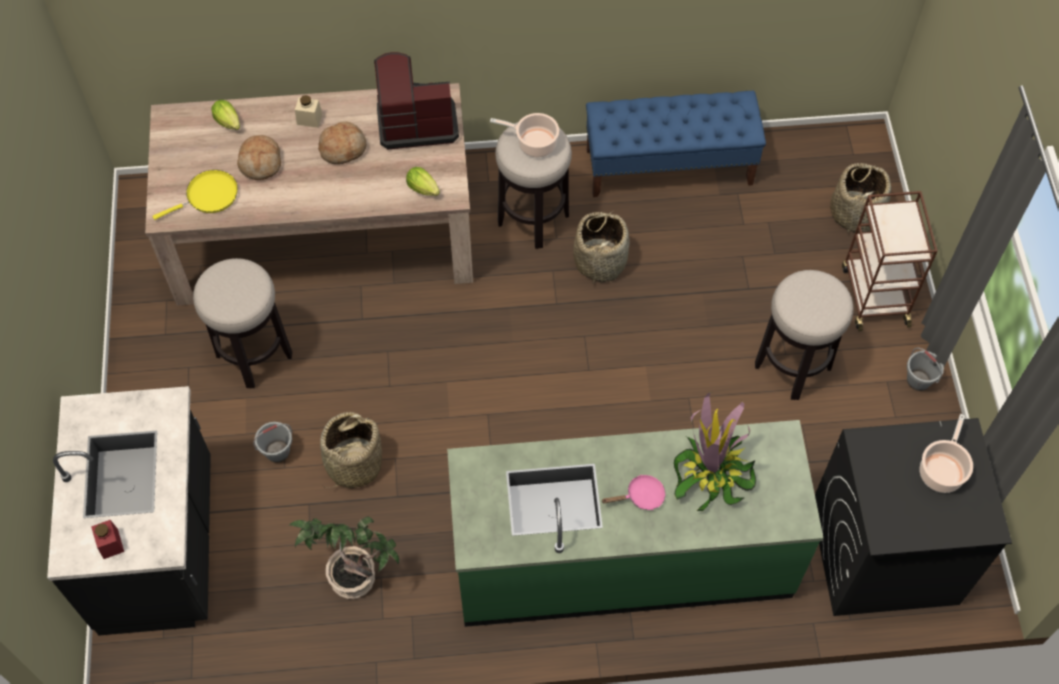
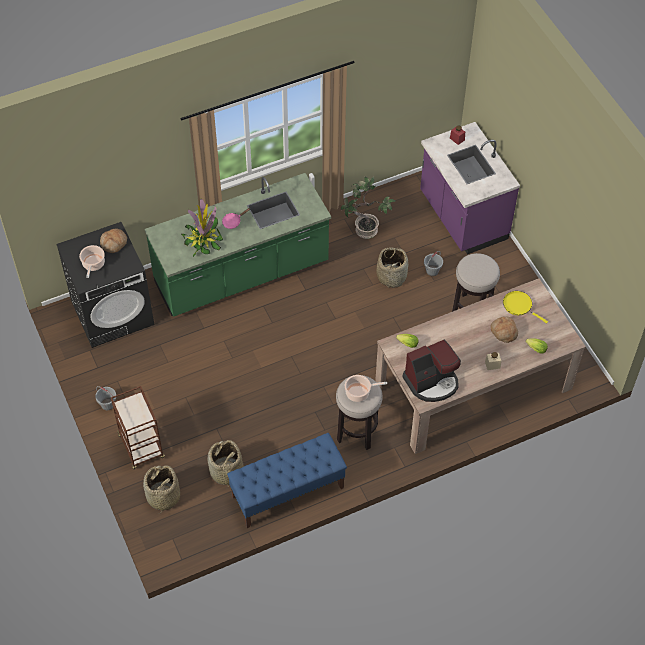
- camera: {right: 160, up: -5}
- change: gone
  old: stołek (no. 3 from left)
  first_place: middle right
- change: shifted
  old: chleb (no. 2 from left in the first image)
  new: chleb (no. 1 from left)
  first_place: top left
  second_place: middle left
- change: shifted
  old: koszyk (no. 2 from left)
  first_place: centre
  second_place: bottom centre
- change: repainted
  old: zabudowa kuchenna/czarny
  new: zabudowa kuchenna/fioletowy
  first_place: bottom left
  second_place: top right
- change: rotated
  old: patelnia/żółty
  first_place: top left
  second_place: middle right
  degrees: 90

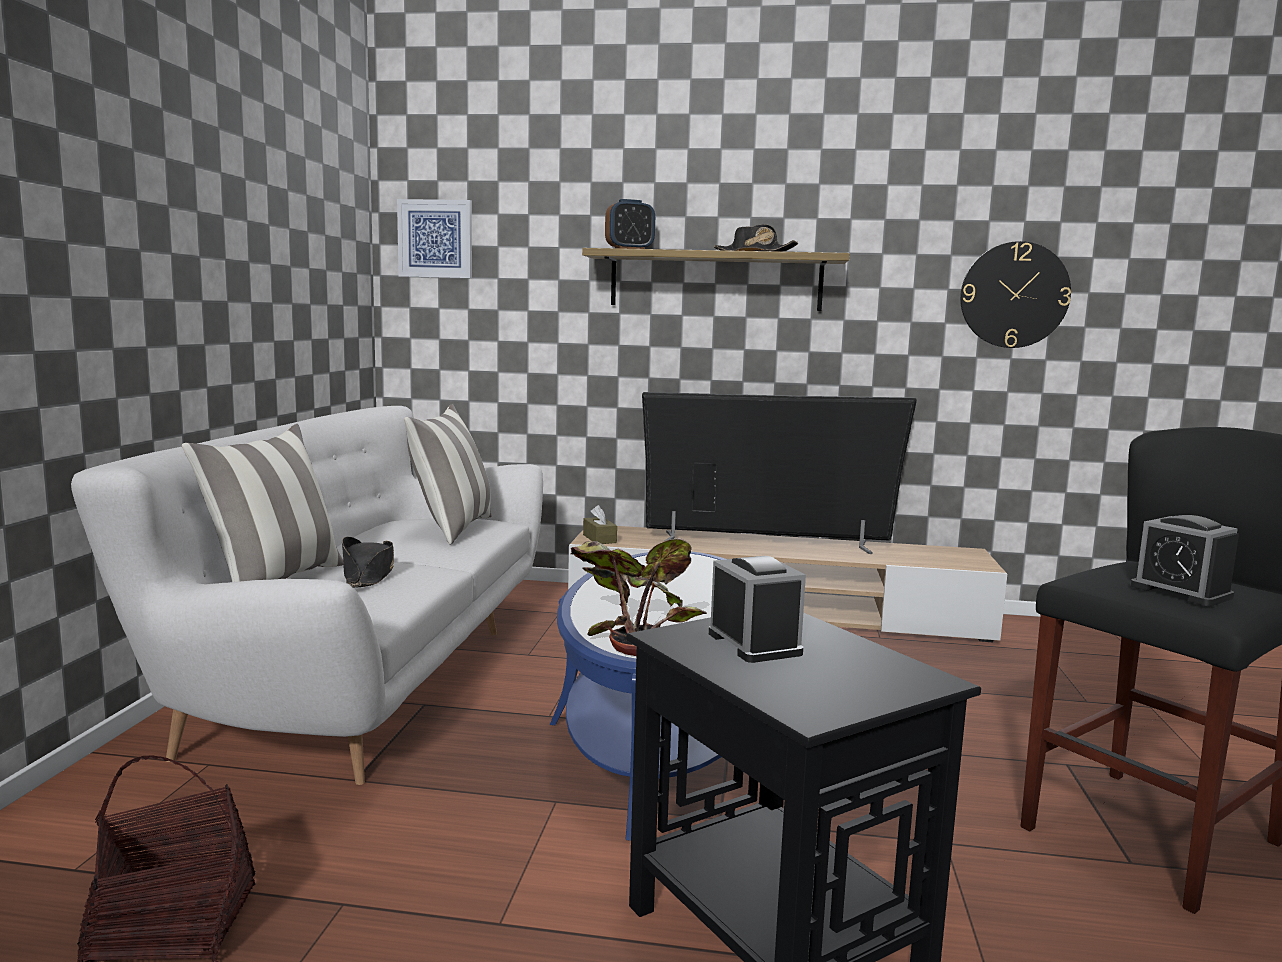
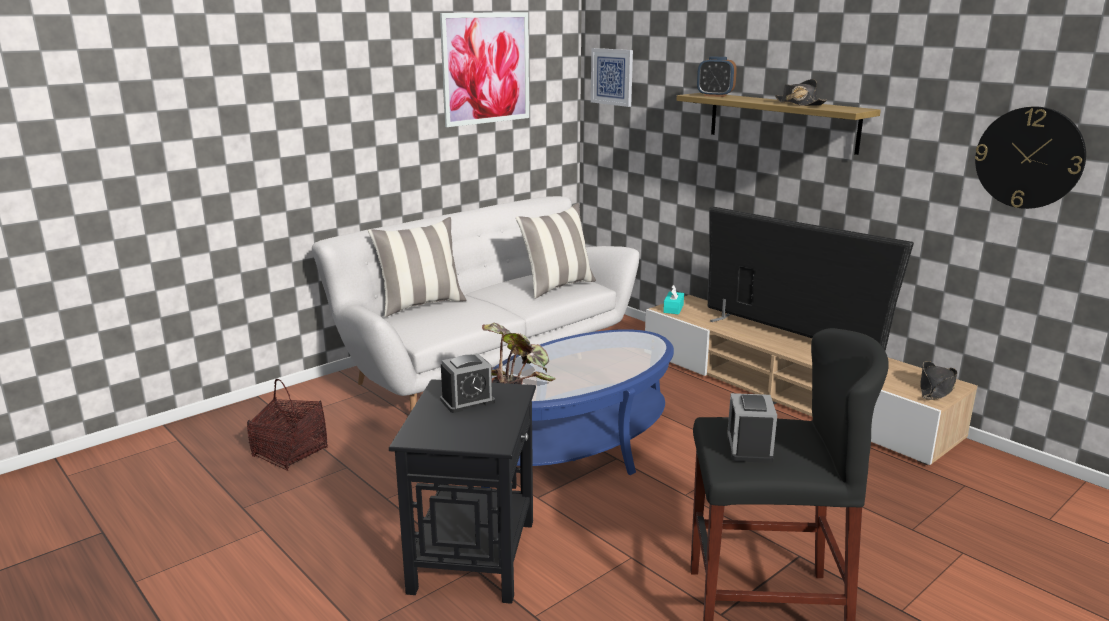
- camera: {right: 40, up: 10}
- change: new
  new: obraz (no. 1 from left)
  second_place: top centre
- change: shifted
  old: kapelusz/czarny (no. 1 from left in the first image)
  new: kapelusz/czarny (no. 2 from left)
  first_place: middle left
  second_place: middle right
- change: repainted
  old: pudełko chusteczek/brązowy
  new: pudełko chusteczek/turkusowy
  first_place: centre
  second_place: centre
- change: rotated
  old: budzik (no. 2 from left in the first image)
  first_place: centre
  second_place: centre
  degrees: 45

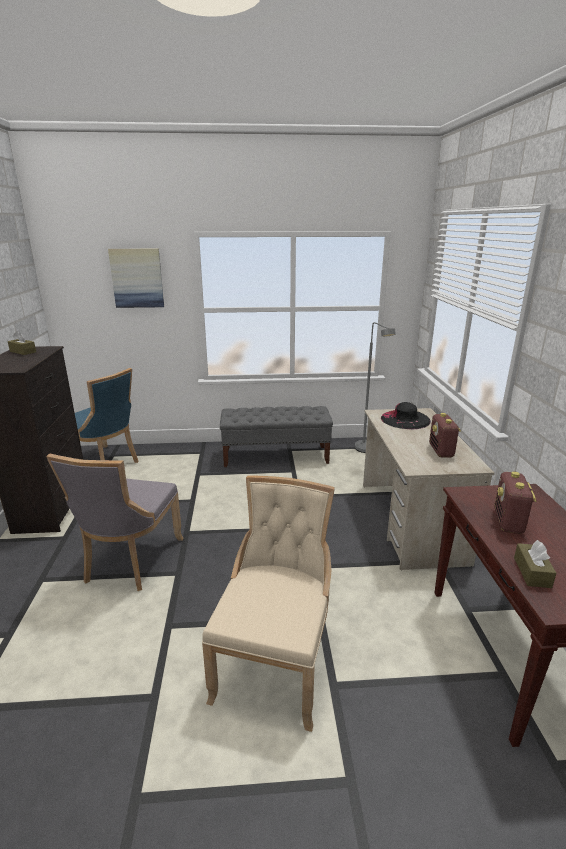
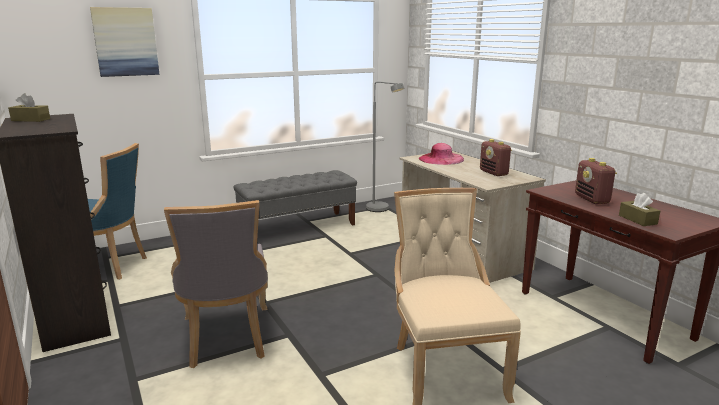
- camera: {right: -25, up: -5}
- change: repainted
  old: kapelusz/czarny
  new: kapelusz/różowy
  first_place: middle right
  second_place: centre

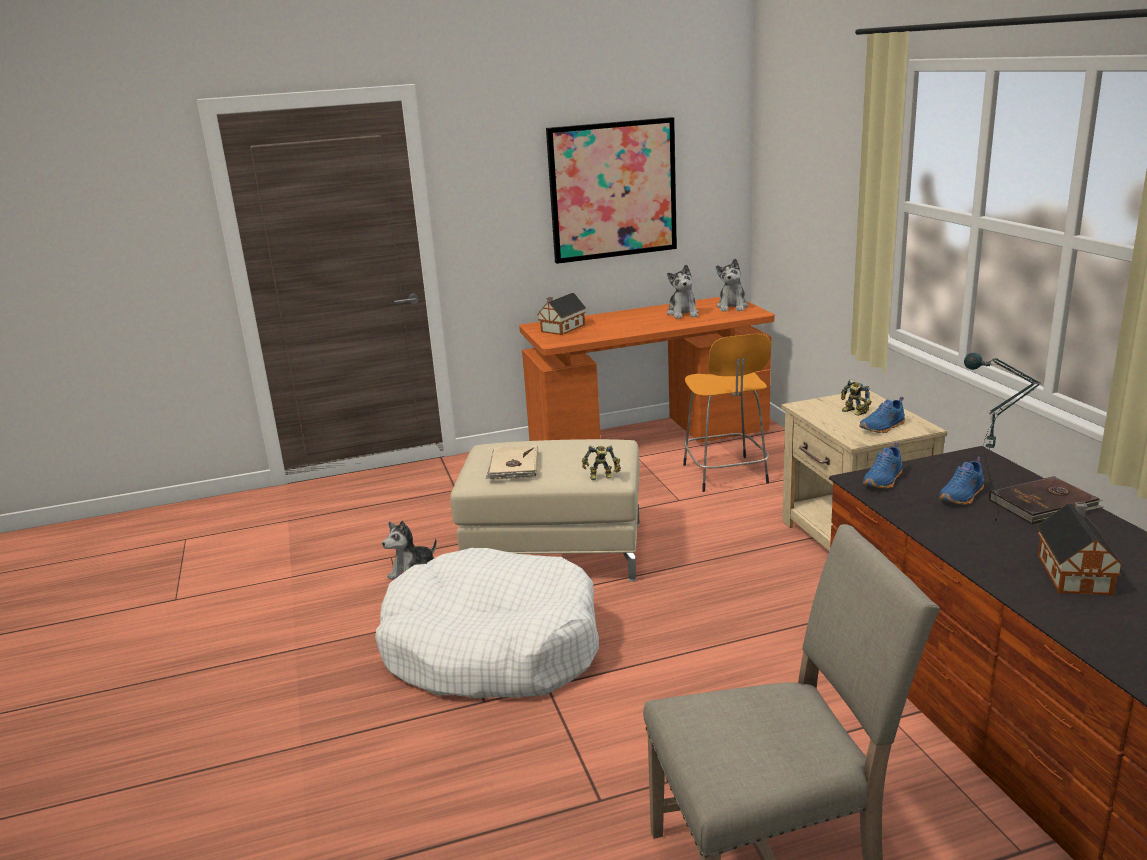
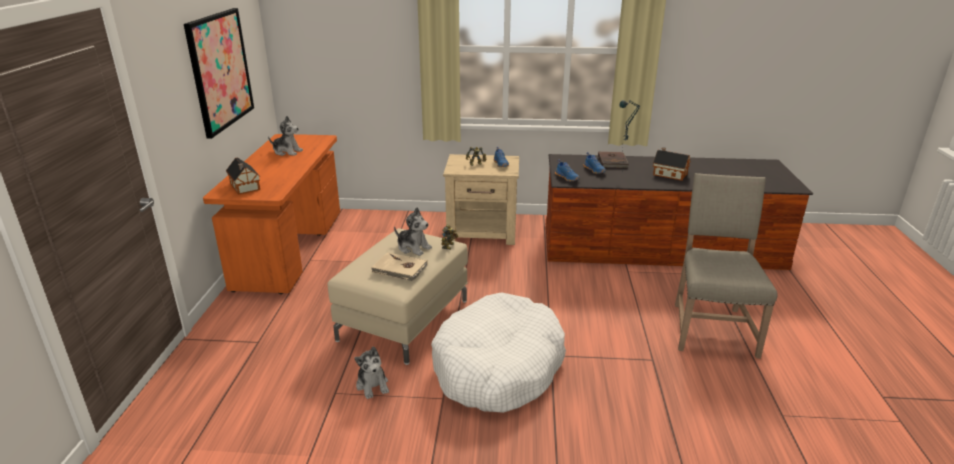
- camera: {right: -70, up: 5}
- change: gone
  old: stołek/pomarańczowy
  first_place: centre
- change: shifted
  old: pluszak (no. 3 from left)
  first_place: top centre
  second_place: centre

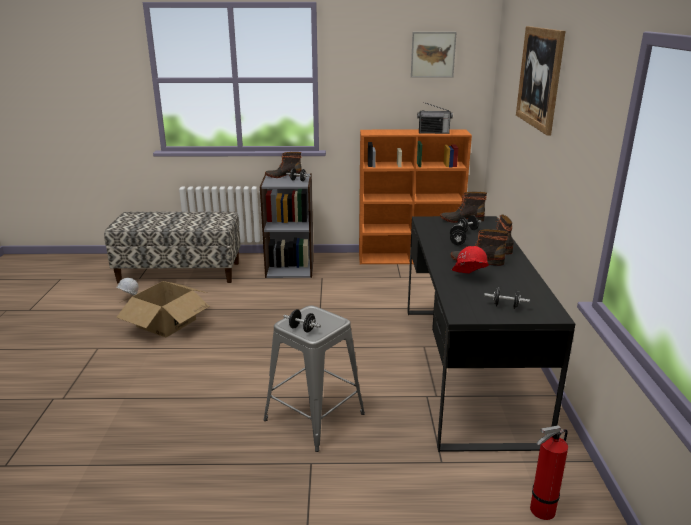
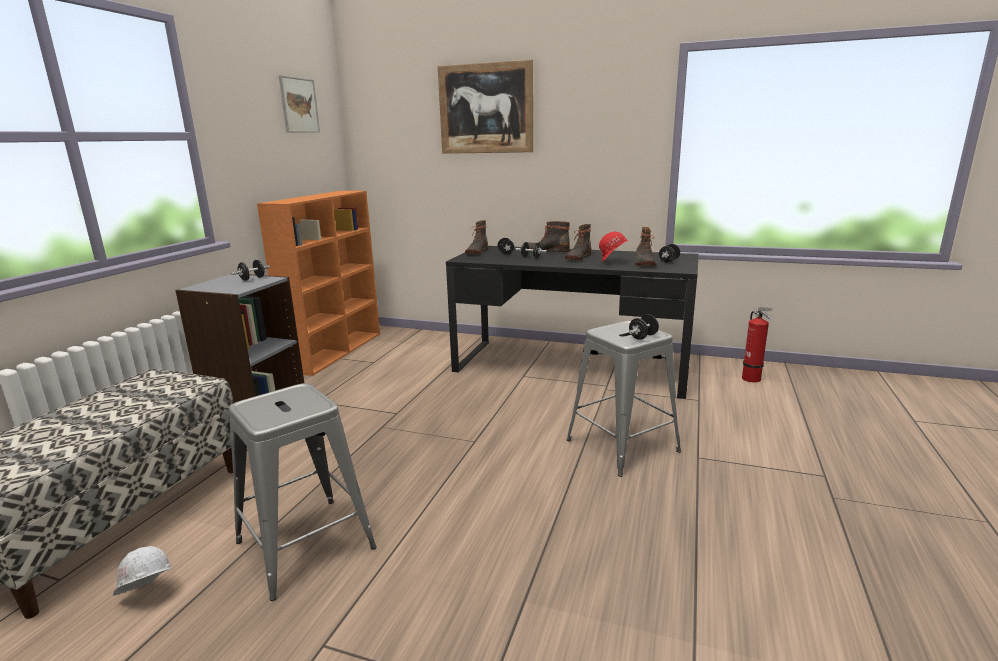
- camera: {right: -70, up: -5}
- change: gone
  old: radio
  first_place: top centre
- change: shifted
  old: but z cholewką (no. 1 from left in the first image)
  new: but z cholewką (no. 4 from left)
  first_place: top centre
  second_place: centre
- change: swapped
  old: karton
  new: stołek/szary (no. 1 from left)
  first_place: middle left
  second_place: bottom left

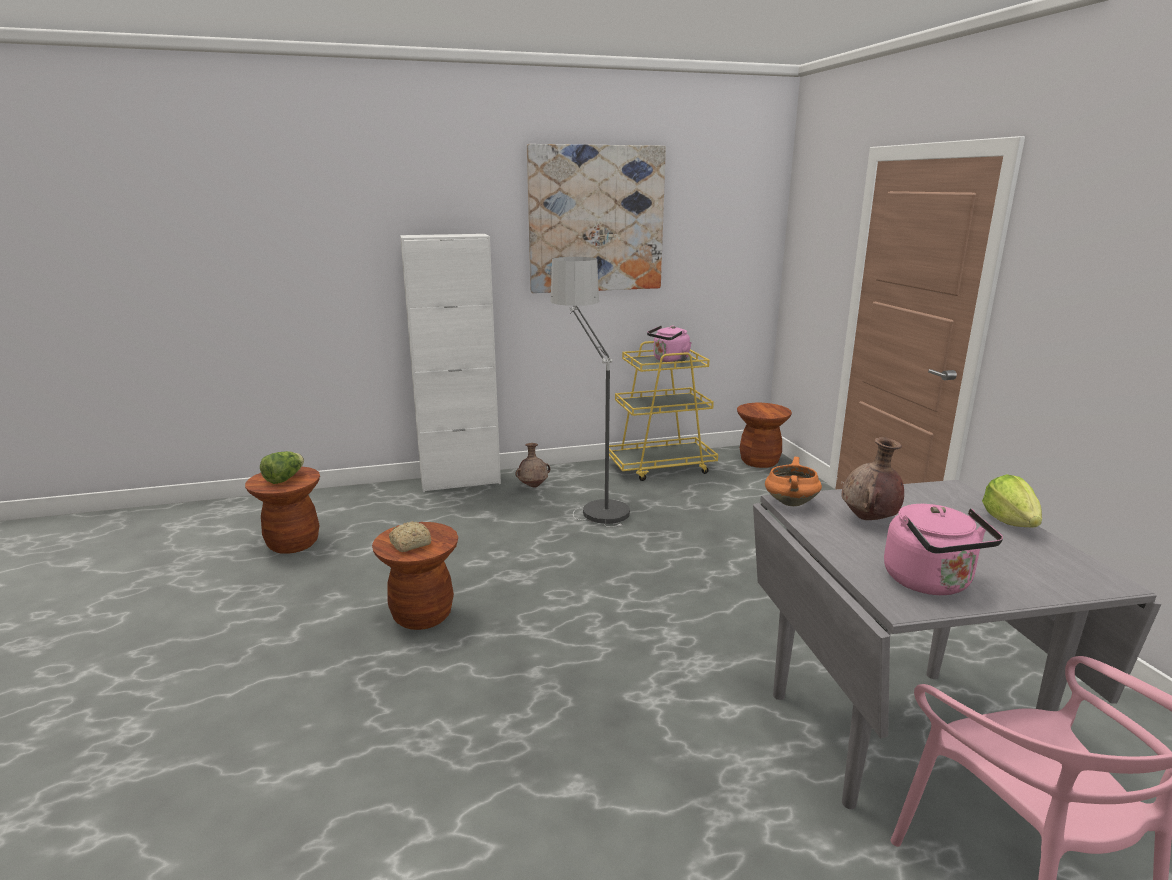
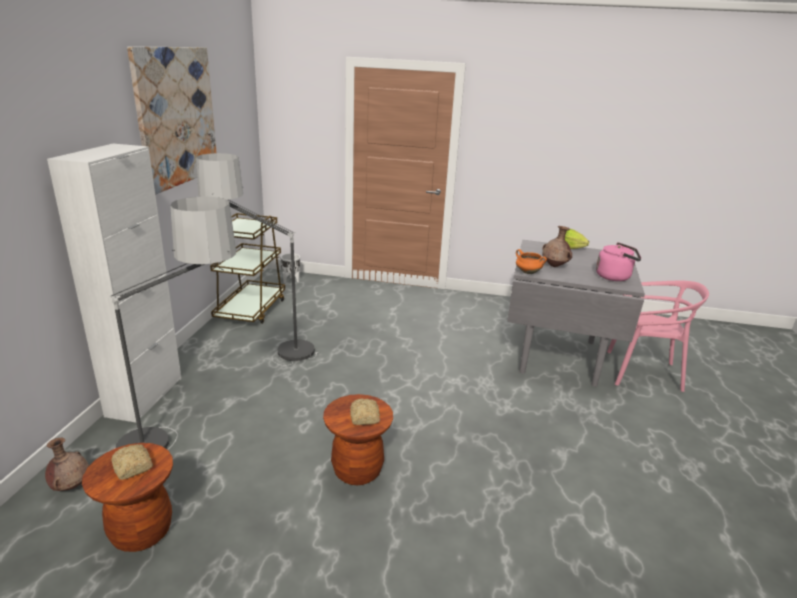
- camera: {right: -65, up: 5}
- change: gone
  old: czajnik/różowy (no. 1 from left)
  first_place: centre
- change: new
  new: lampa stojąca (no. 1 from left)
  second_place: middle left
- change: shifted
  old: wazon/brązowy (no. 1 from left)
  first_place: centre
  second_place: bottom left
- change: swapped
  old: sałata (no. 1 from left)
  new: chleb (no. 1 from left)
  first_place: middle left
  second_place: bottom left
- change: swapped
  old: stołek/brązowy (no. 3 from left)
  new: donica/biały
  first_place: centre
  second_place: centre
- change: repainted
  old: wózek/żółty
  new: wózek/brązowy
  first_place: centre
  second_place: middle left

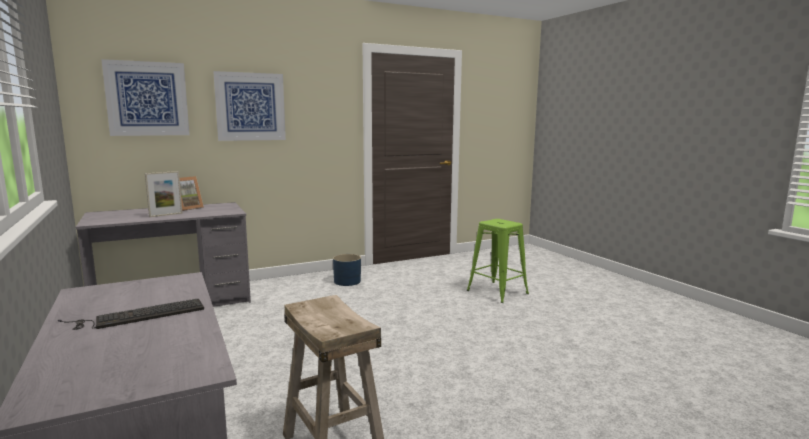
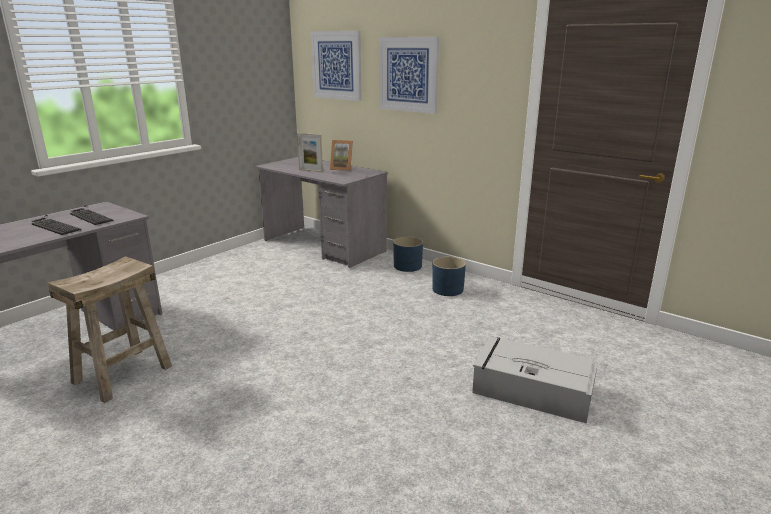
- camera: {right: 65, up: 10}
- change: new
  new: klawiatura (no. 2 from left)
  second_place: middle left
- change: new
  new: donica/niebieski (no. 1 from left)
  second_place: centre
- change: swapped
  old: stołek/zielony
  new: pojemnik do przechowywania/szary
  first_place: centre
  second_place: bottom right

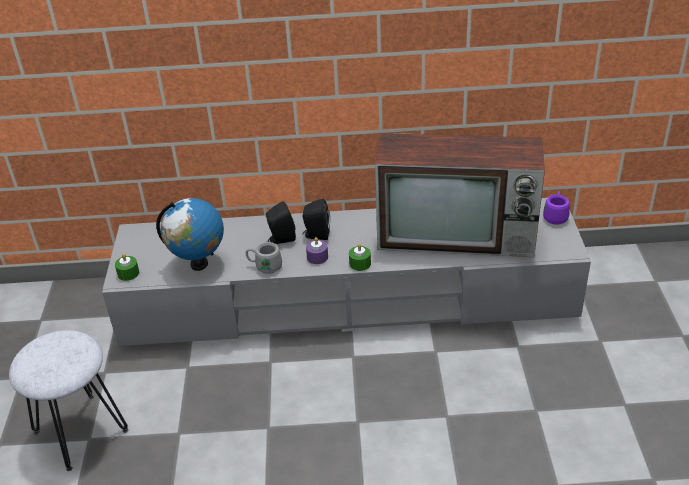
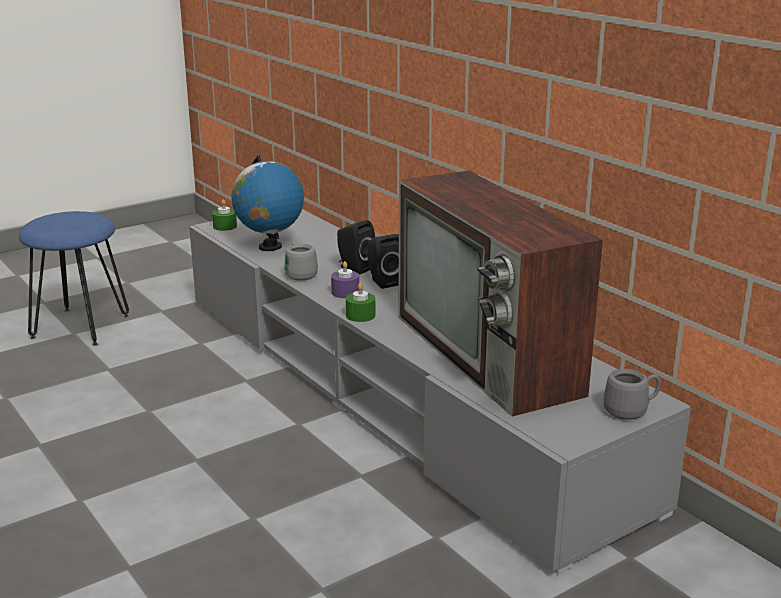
- camera: {right: 55, up: -15}
- change: repainted
  old: stołek/szary
  new: stołek/niebieski
  first_place: bottom left
  second_place: middle left
- change: repainted
  old: kubek/fioletowy
  new: kubek/szary (no. 2 from left)
  first_place: middle right
  second_place: middle right

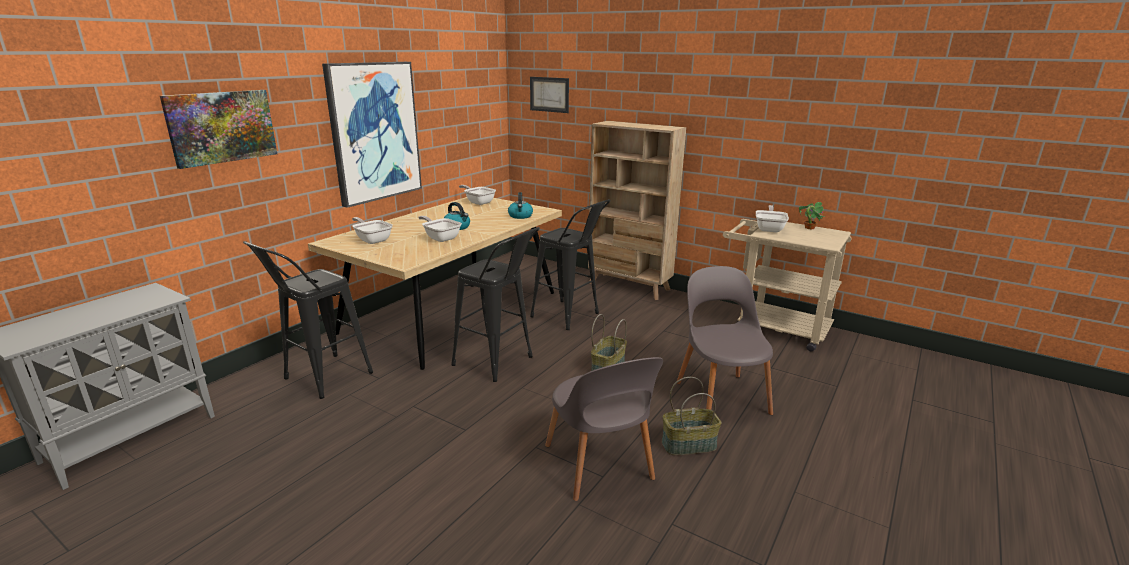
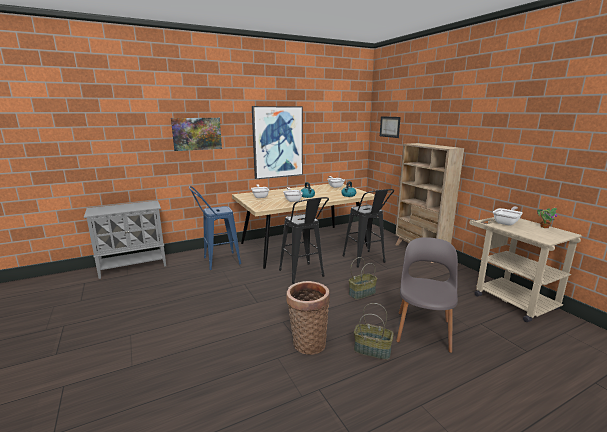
- camera: {right: 30, up: -5}
- change: swapped
  old: krzesło/szary (no. 1 from left)
  new: koszyk (no. 1 from left)
  first_place: bottom centre
  second_place: bottom centre
- change: repainted
  old: stołek/czarny (no. 1 from left)
  new: stołek/niebieski
  first_place: middle left
  second_place: centre

